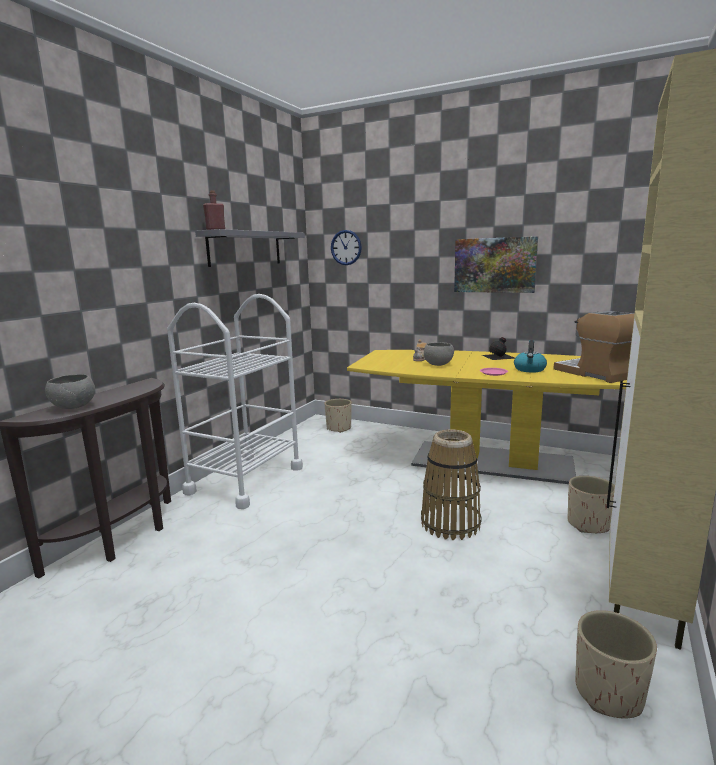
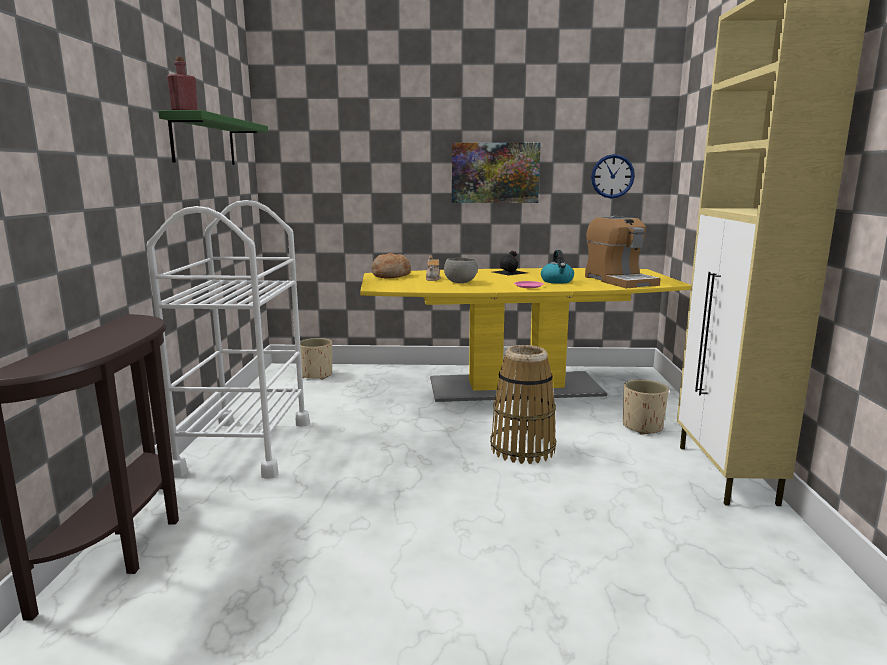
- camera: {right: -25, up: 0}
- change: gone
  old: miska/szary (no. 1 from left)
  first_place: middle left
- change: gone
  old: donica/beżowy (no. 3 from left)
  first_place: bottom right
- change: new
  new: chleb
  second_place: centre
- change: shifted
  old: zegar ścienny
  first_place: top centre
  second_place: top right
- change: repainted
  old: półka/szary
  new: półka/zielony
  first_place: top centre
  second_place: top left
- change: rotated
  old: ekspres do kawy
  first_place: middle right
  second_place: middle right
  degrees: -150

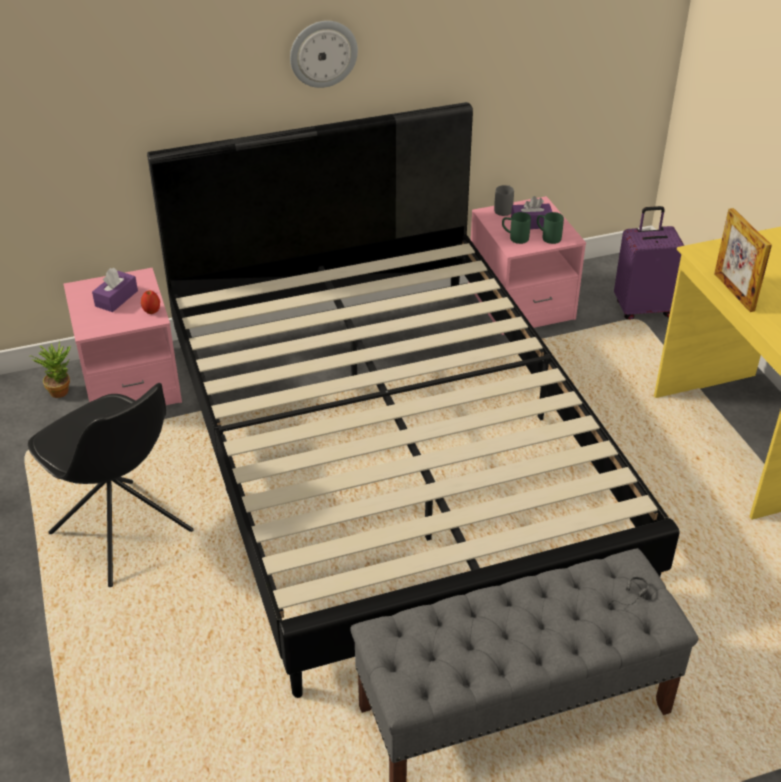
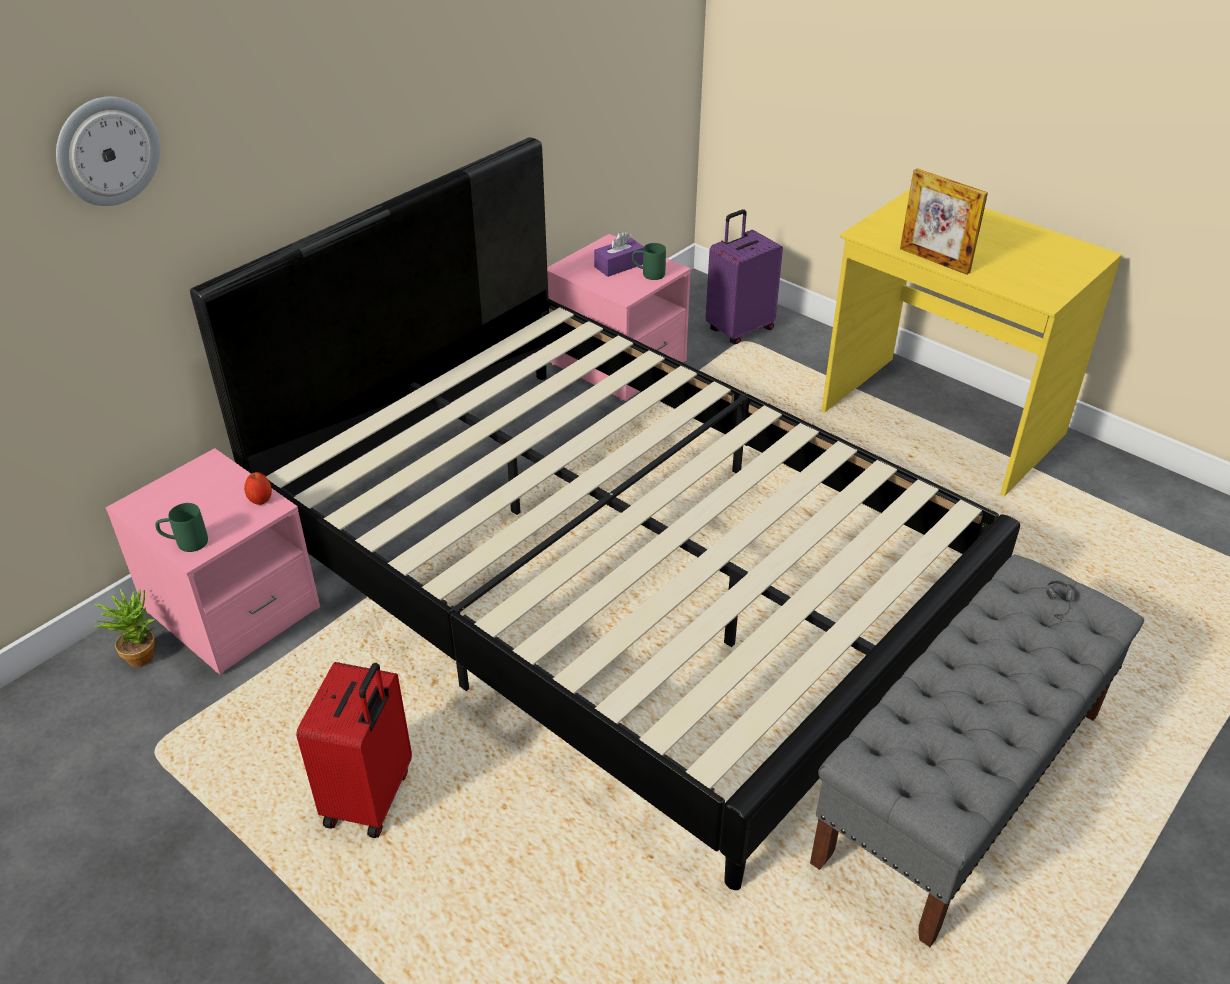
- camera: {right: -30, up: 0}
- change: gone
  old: pudełko chusteczek/fioletowy (no. 1 from left)
  first_place: middle left
- change: gone
  old: kubek/szary
  first_place: top centre
- change: shifted
  old: zegar ścienny
  first_place: top centre
  second_place: top left
- change: shifted
  old: kubek/zielony (no. 1 from left)
  first_place: top centre
  second_place: middle left
- change: swapped
  old: krzesło/czarny
  new: walizka/czerwony
  first_place: middle left
  second_place: bottom left

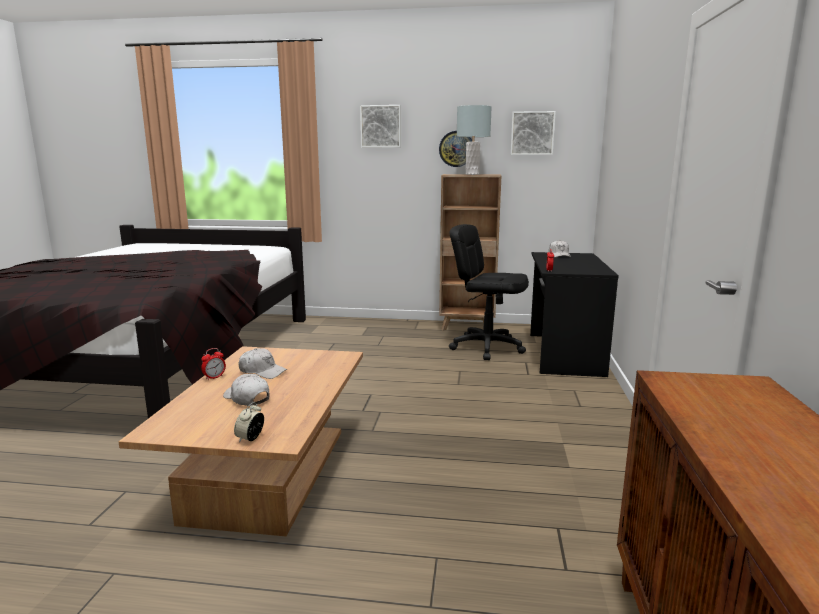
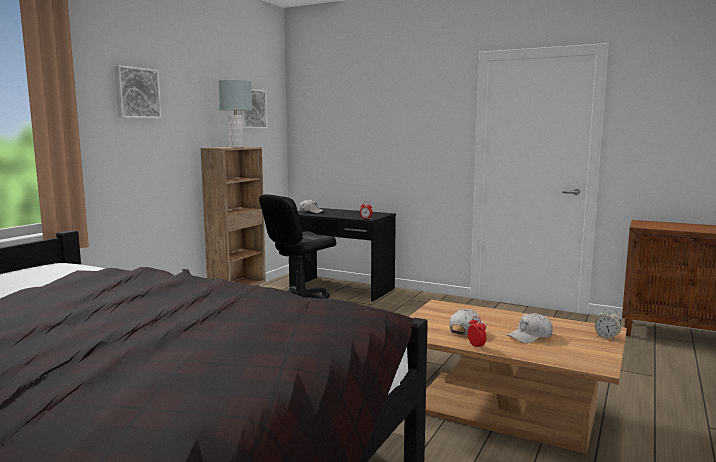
- camera: {right: -70, up: -5}
- change: gone
  old: zegar ścienny
  first_place: top centre

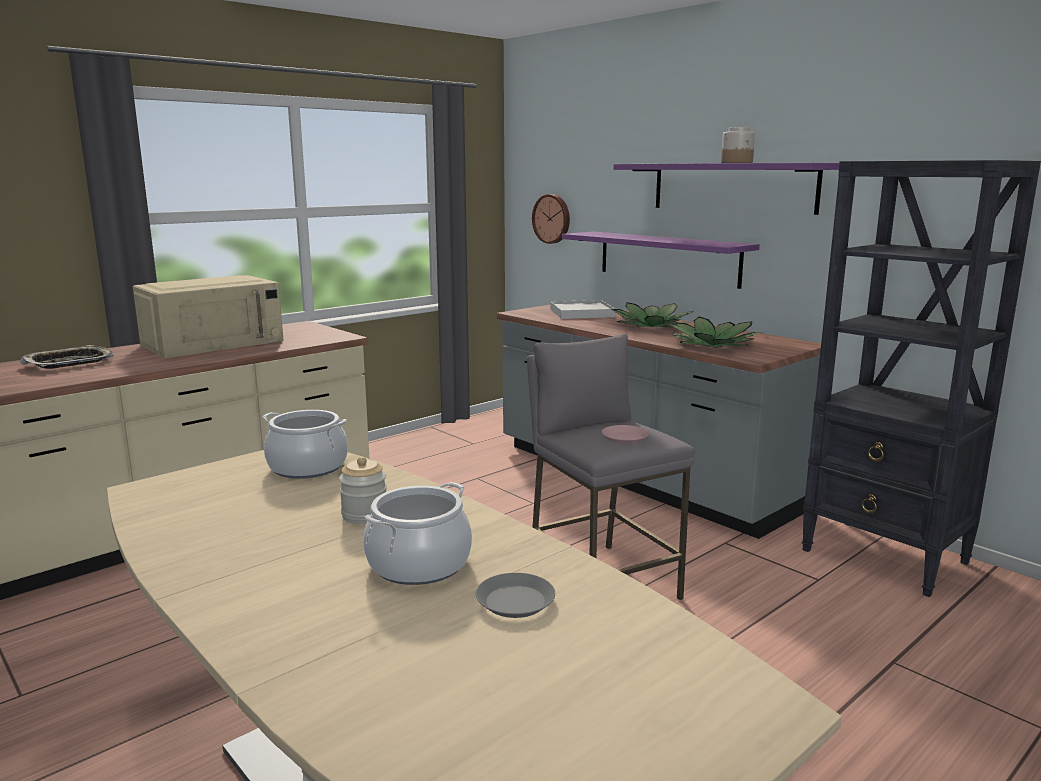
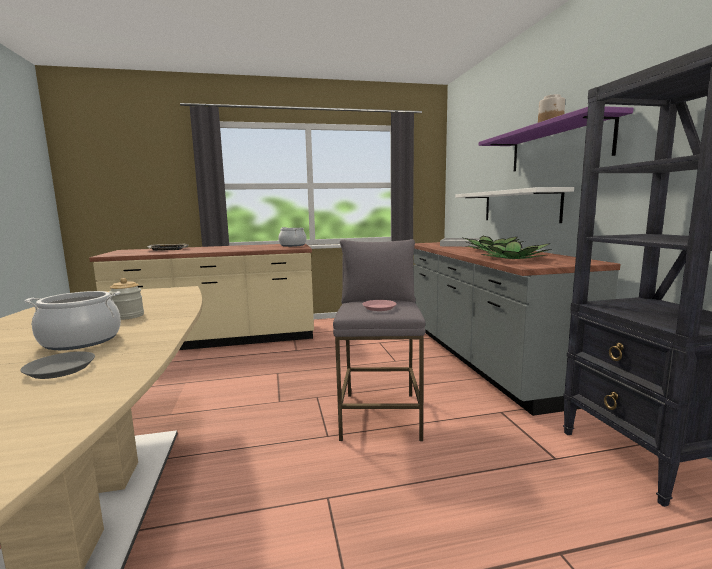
- camera: {right: 30, up: -5}
- change: gone
  old: mikrofalówka/beżowy
  first_place: middle left
- change: gone
  old: zegar ścienny
  first_place: top centre
- change: shifted
  old: garnek (no. 1 from left in the first image)
  new: garnek (no. 2 from left)
  first_place: middle left
  second_place: centre
- change: repainted
  old: półka/fioletowy (no. 1 from left)
  new: półka/biały
  first_place: top centre
  second_place: middle right

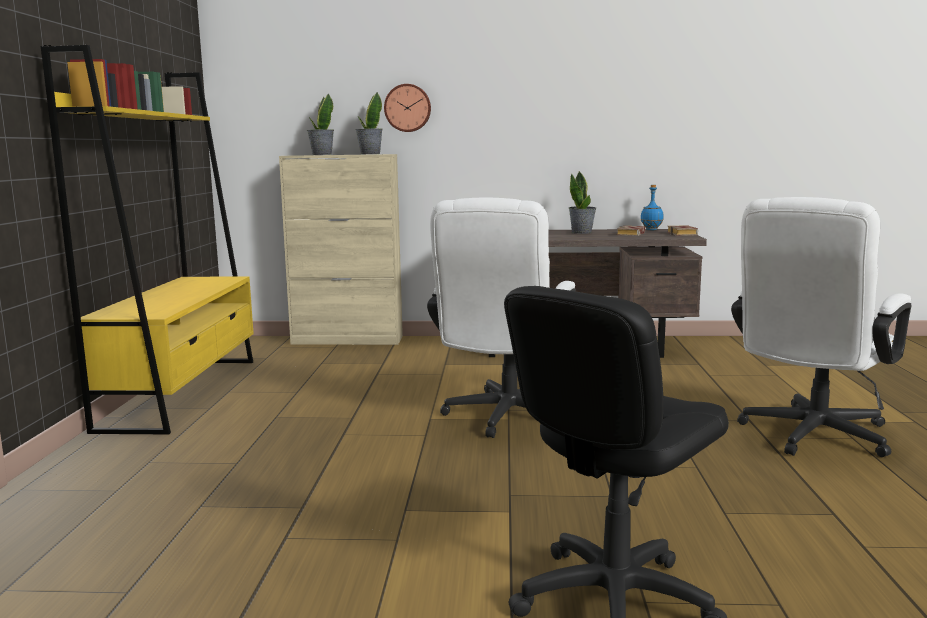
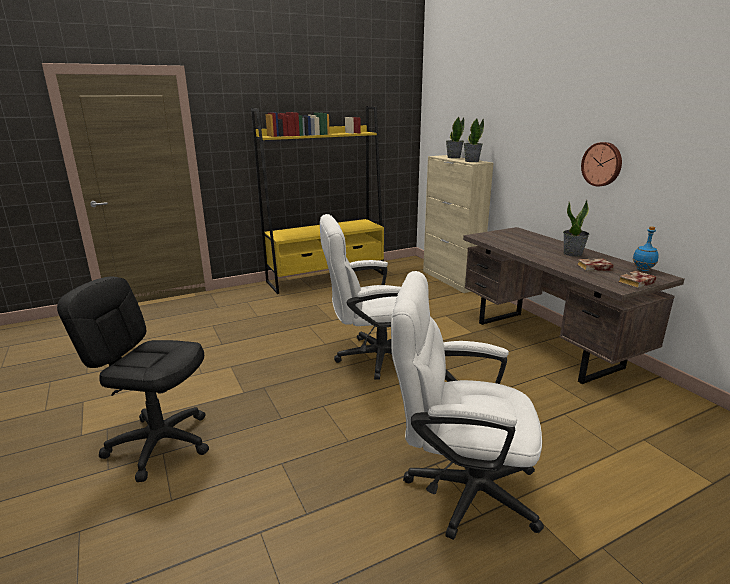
- camera: {right: 60, up: 10}
- change: shifted
  old: zegar ścienny
  first_place: top centre
  second_place: top right

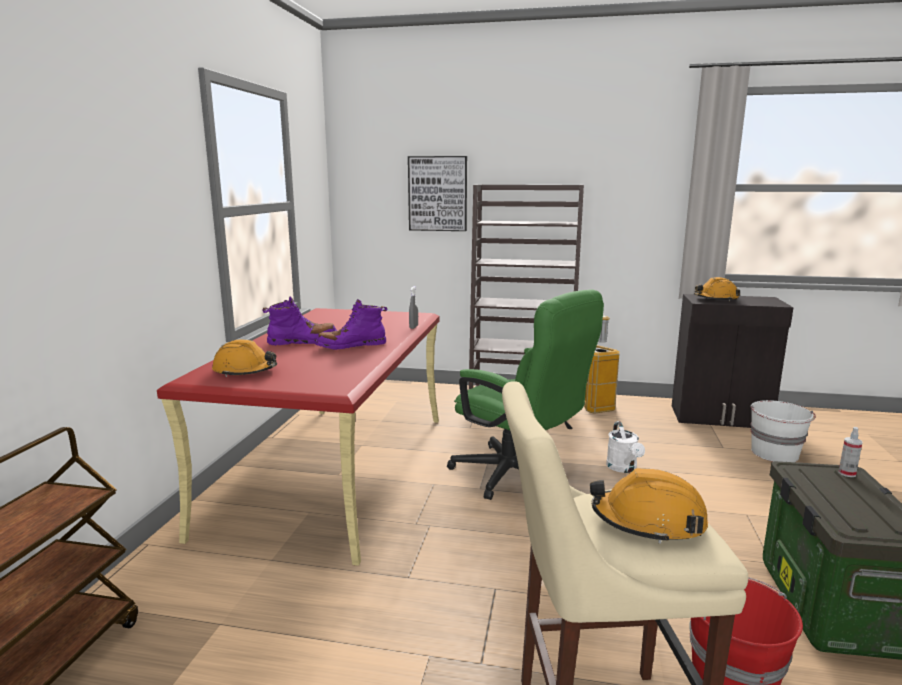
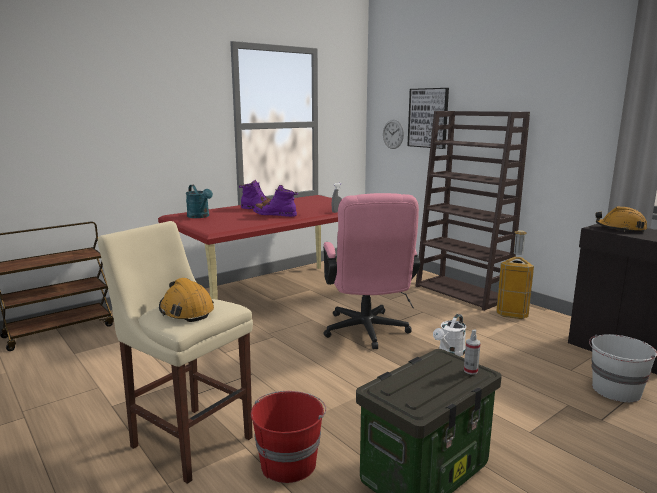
- camera: {right: 40, up: 0}
- change: new
  new: zegar ścienny
  second_place: top centre
- change: swapped
  old: kask/pomarańczowy (no. 1 from left)
  new: konewka/turkusowy
  first_place: middle left
  second_place: middle left
- change: repainted
  old: krzesło biurowe/zielony
  new: krzesło biurowe/różowy
  first_place: centre
  second_place: centre

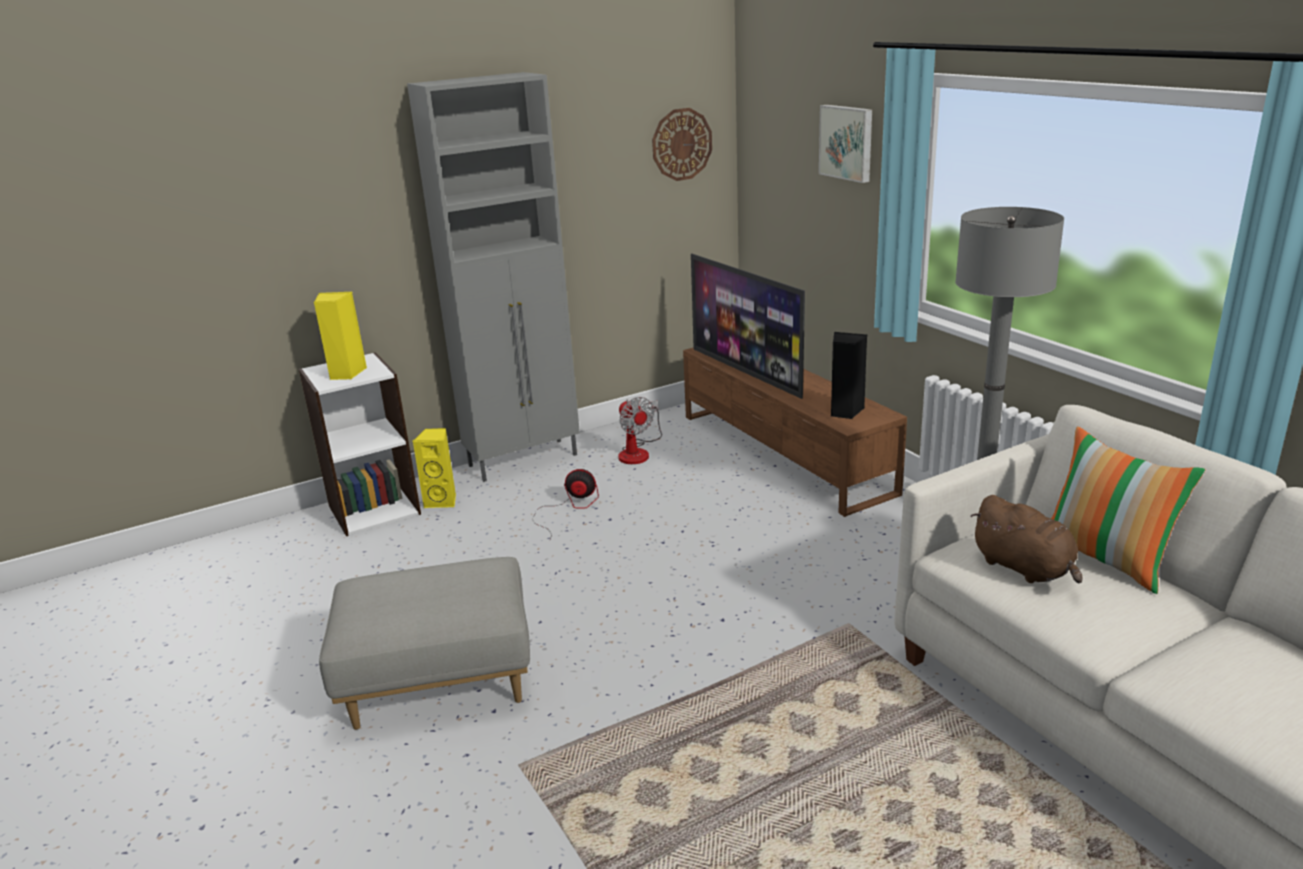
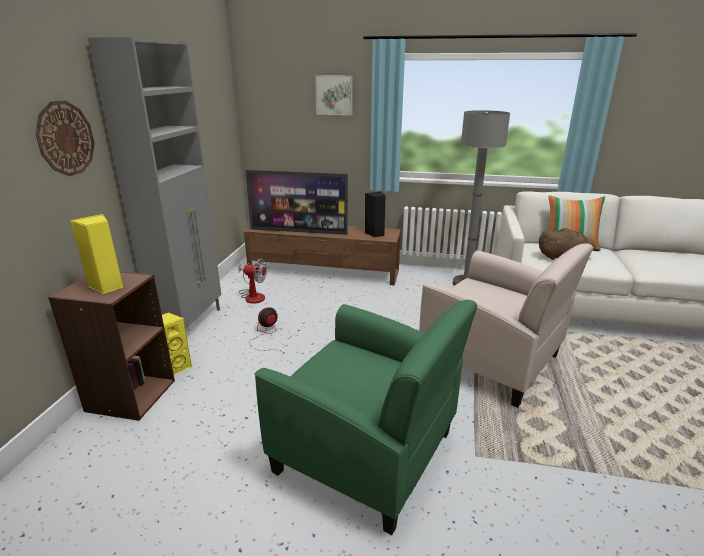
- camera: {right: -50, up: 0}
- change: new
  new: fotel/beżowy
  second_place: middle right
- change: shifted
  old: zegar ścienny
  first_place: top centre
  second_place: top left
- change: swapped
  old: pufa/szary
  new: fotel/zielony
  first_place: bottom left
  second_place: bottom centre
- change: repainted
  old: regał/biały
  new: regał/brązowy
  first_place: middle left
  second_place: middle left

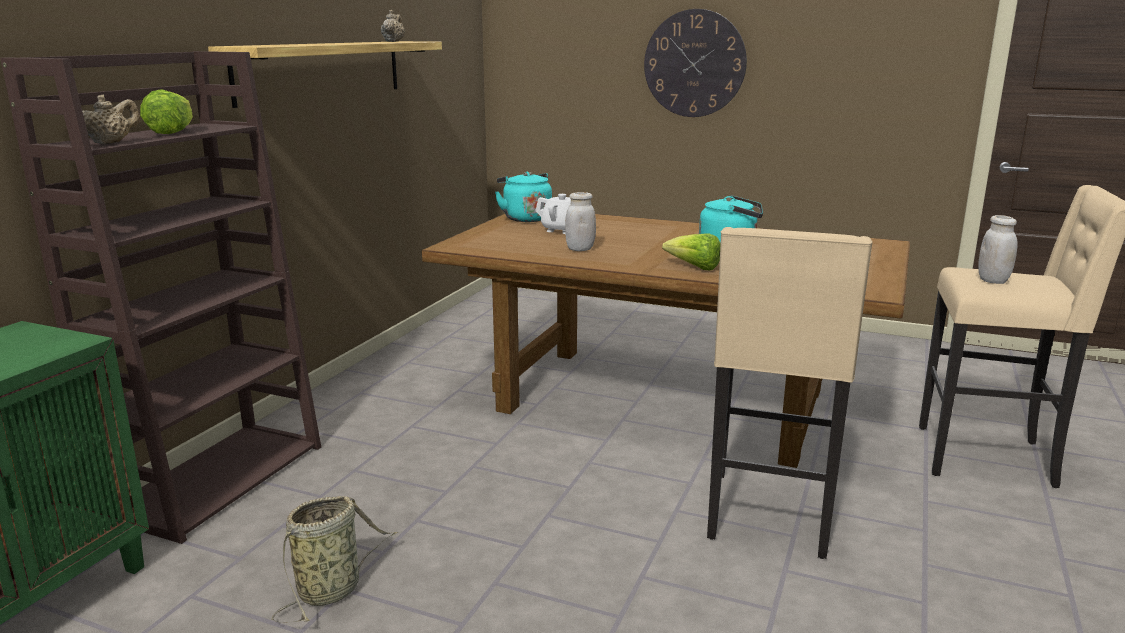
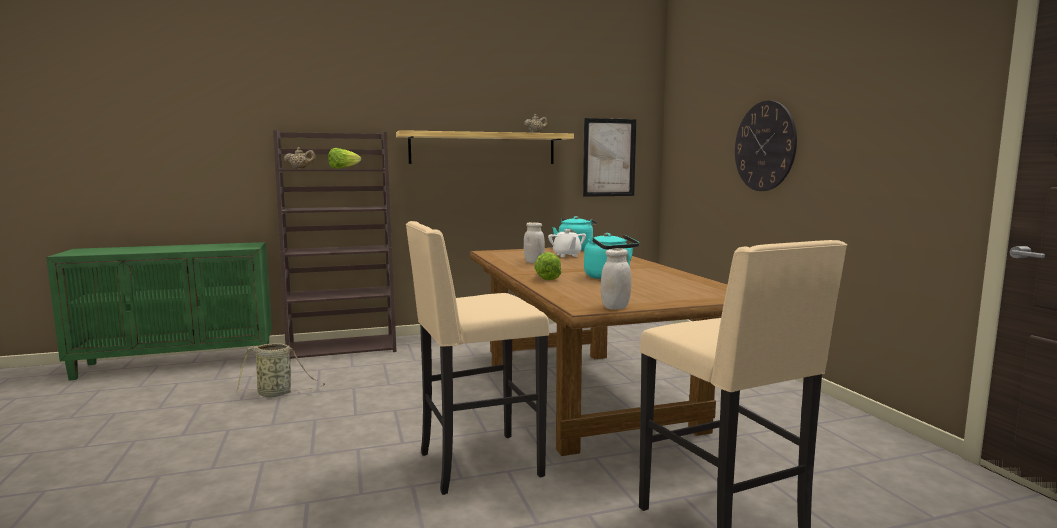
- camera: {right: 50, up: -10}
- change: new
  new: obraz
  second_place: top centre
- change: shifted
  old: słoik/biały (no. 2 from left)
  first_place: middle right
  second_place: centre

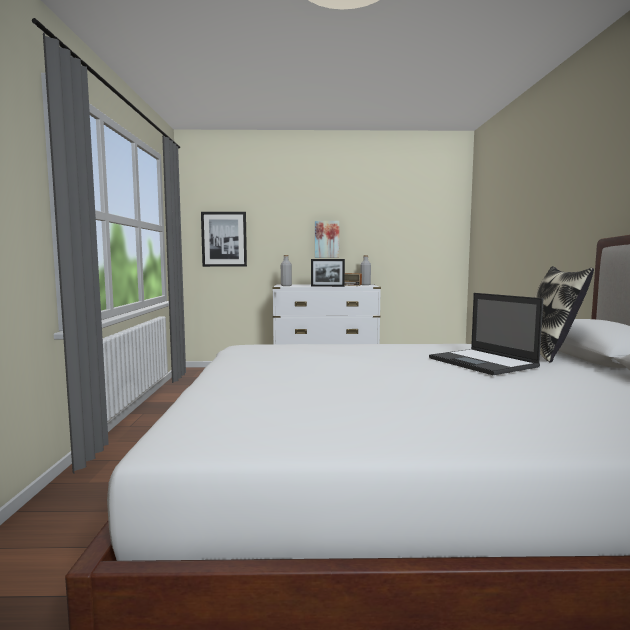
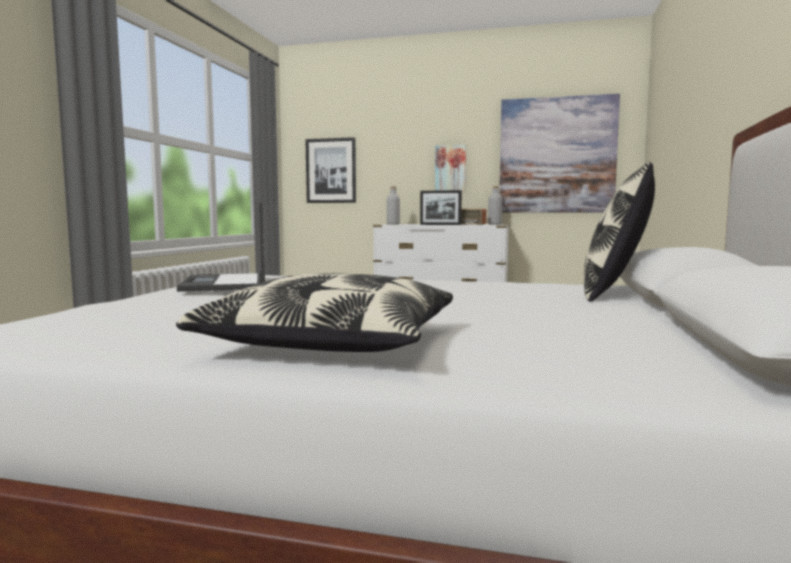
- camera: {right: 15, up: 0}
- change: new
  new: poduszka (no. 1 from left)
  second_place: centre
- change: new
  new: obraz (no. 3 from left)
  second_place: top right
- change: shifted
  old: laptop
  first_place: middle right
  second_place: middle left

